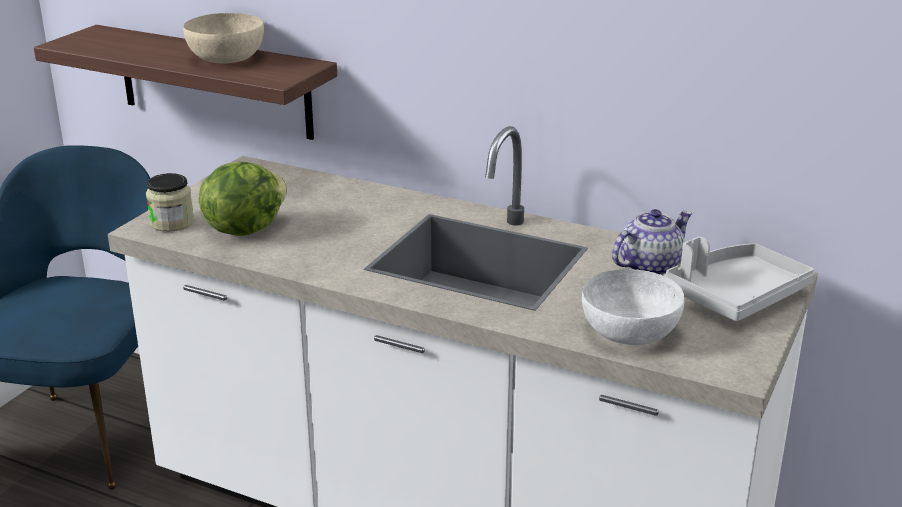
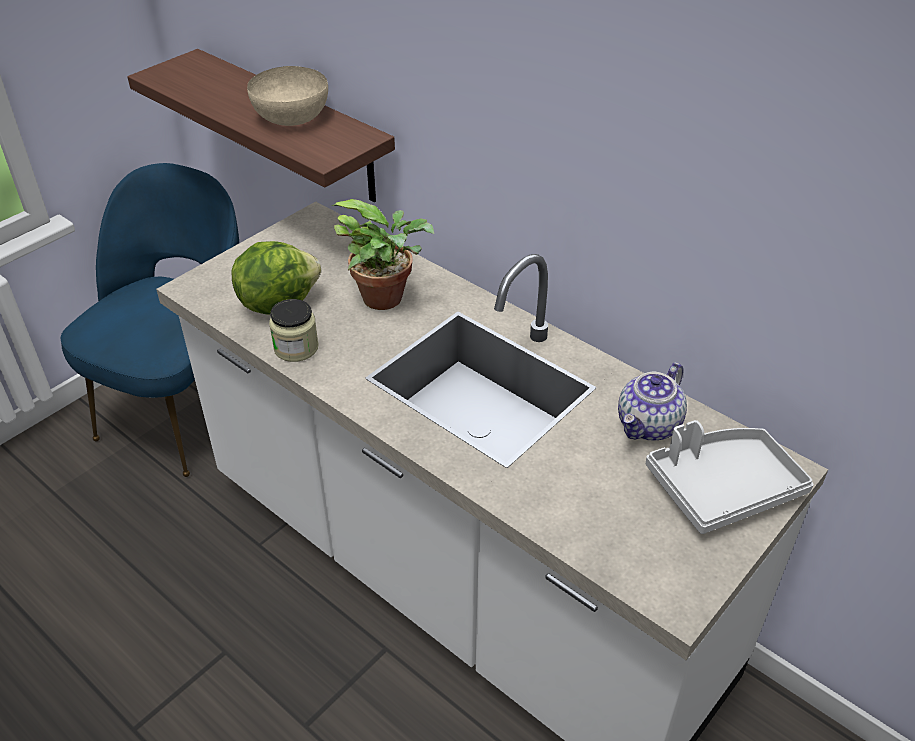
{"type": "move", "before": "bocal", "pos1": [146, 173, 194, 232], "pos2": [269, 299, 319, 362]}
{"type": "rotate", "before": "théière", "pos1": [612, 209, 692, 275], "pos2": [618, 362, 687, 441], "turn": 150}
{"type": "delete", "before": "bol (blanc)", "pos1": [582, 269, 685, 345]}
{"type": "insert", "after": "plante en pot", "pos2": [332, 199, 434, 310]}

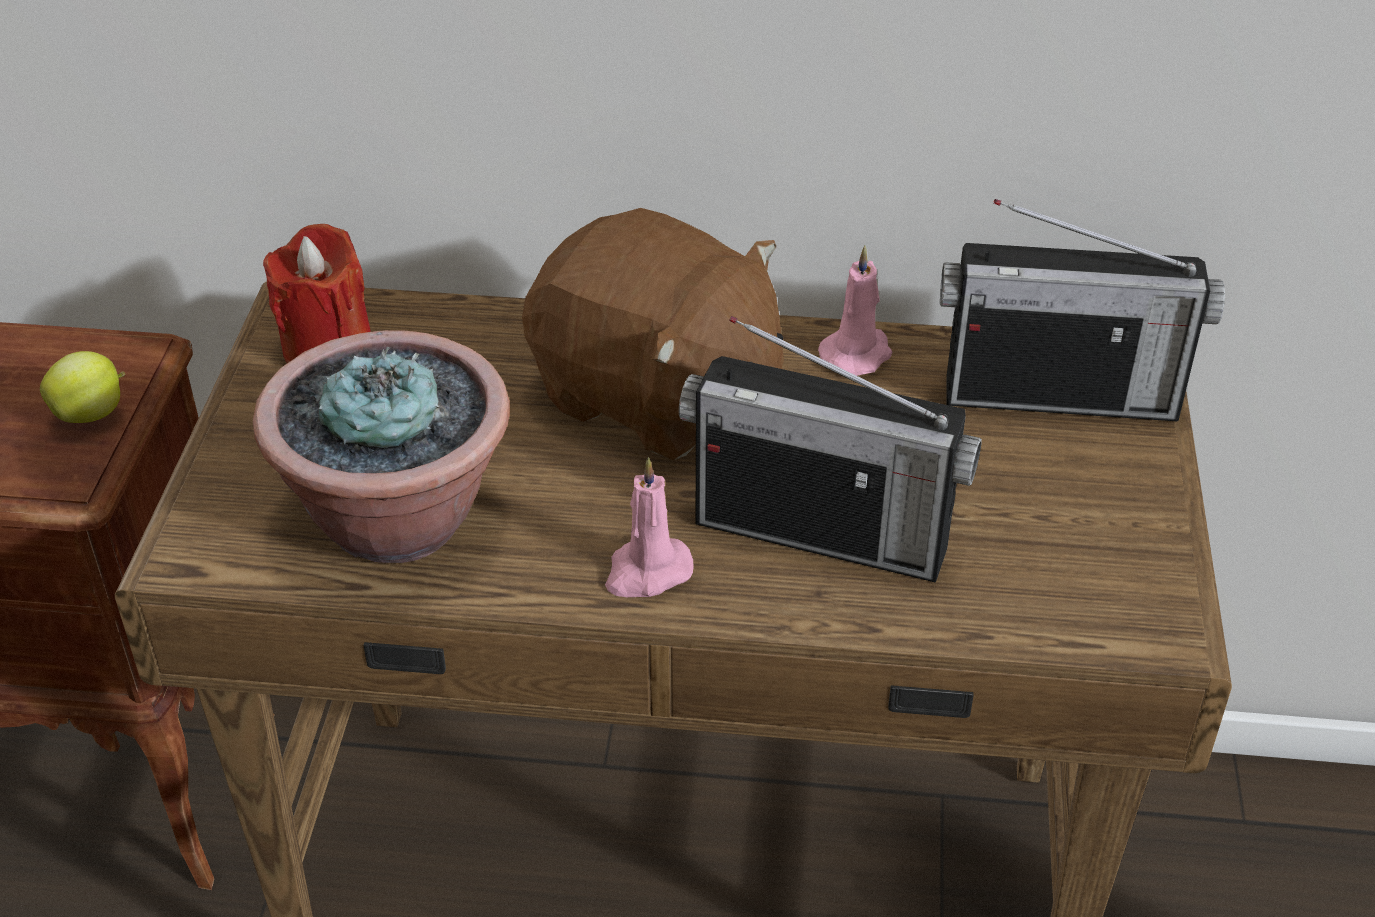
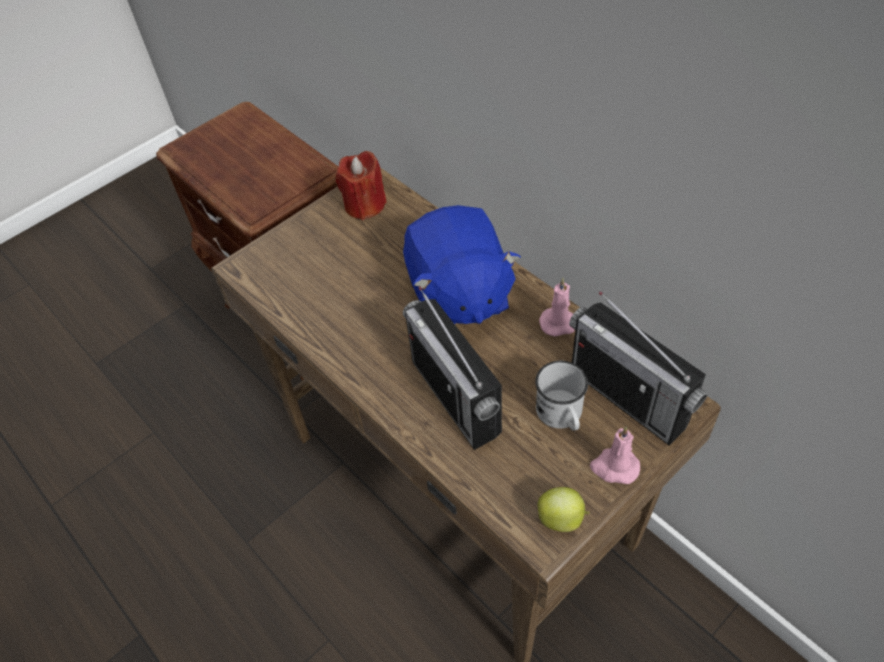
{"type": "recolor", "before": "peluche (marron)", "after": "peluche (bleu)", "pos1": [522, 208, 784, 460], "pos2": [403, 205, 521, 324]}
{"type": "delete", "before": "plante en pot", "pos1": [253, 330, 510, 563]}
{"type": "move", "before": "pomme", "pos1": [40, 351, 125, 423], "pos2": [537, 487, 590, 532]}
{"type": "move", "before": "bougie (rose)", "pos1": [605, 457, 693, 597], "pos2": [590, 426, 640, 484]}
{"type": "insert", "after": "mug (blanc)", "pos2": [535, 361, 588, 431]}

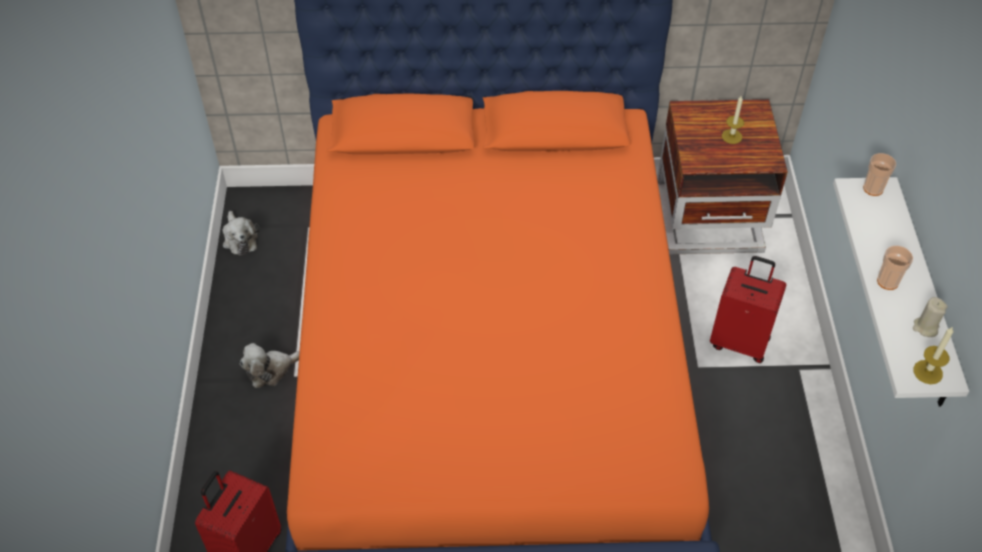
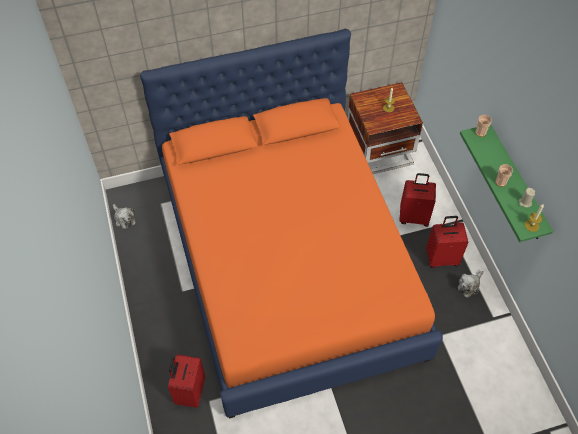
{"type": "recolor", "before": "étagère (blanc)", "after": "étagère (vert)", "pos1": [833, 177, 969, 407], "pos2": [460, 125, 553, 242]}
{"type": "move", "before": "peluche", "pos1": [240, 343, 299, 388], "pos2": [458, 271, 484, 298]}
{"type": "insert", "after": "valise (rouge)", "pos2": [426, 216, 468, 268]}

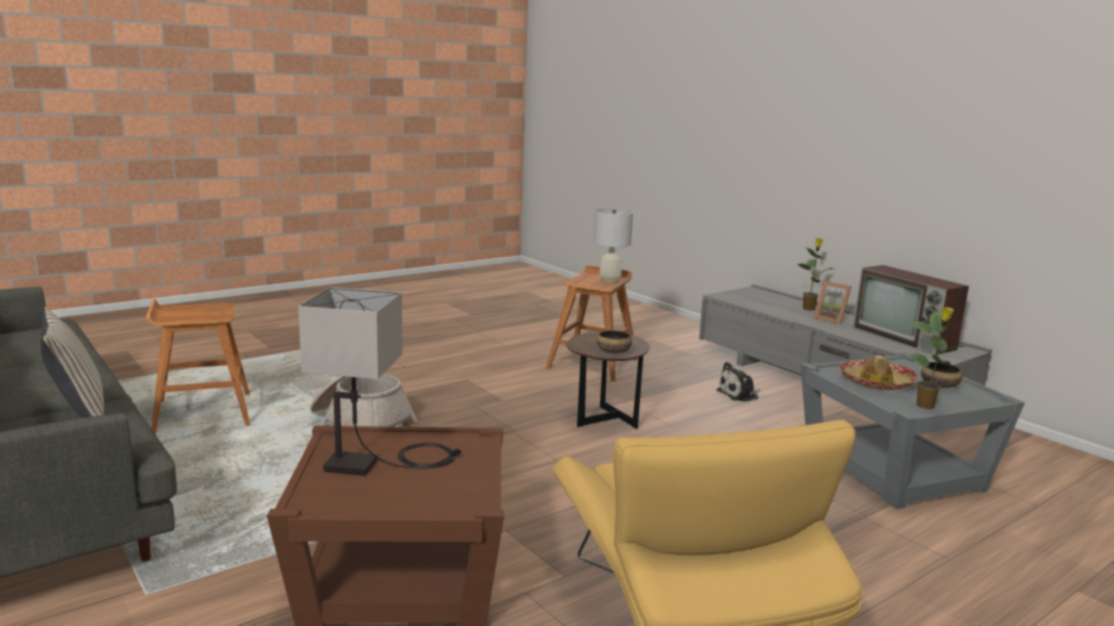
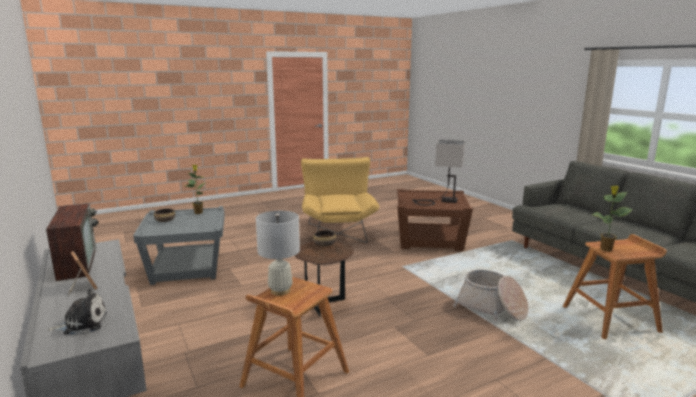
{"type": "move", "before": "plante en pot", "pos1": [796, 238, 833, 310], "pos2": [591, 185, 632, 251]}
{"type": "delete", "before": "coussin (beige)", "pos1": [41, 307, 104, 418]}
{"type": "delete", "before": "chapeau", "pos1": [839, 355, 918, 390]}
{"type": "move", "before": "peluche", "pos1": [716, 362, 760, 402], "pos2": [47, 289, 107, 335]}

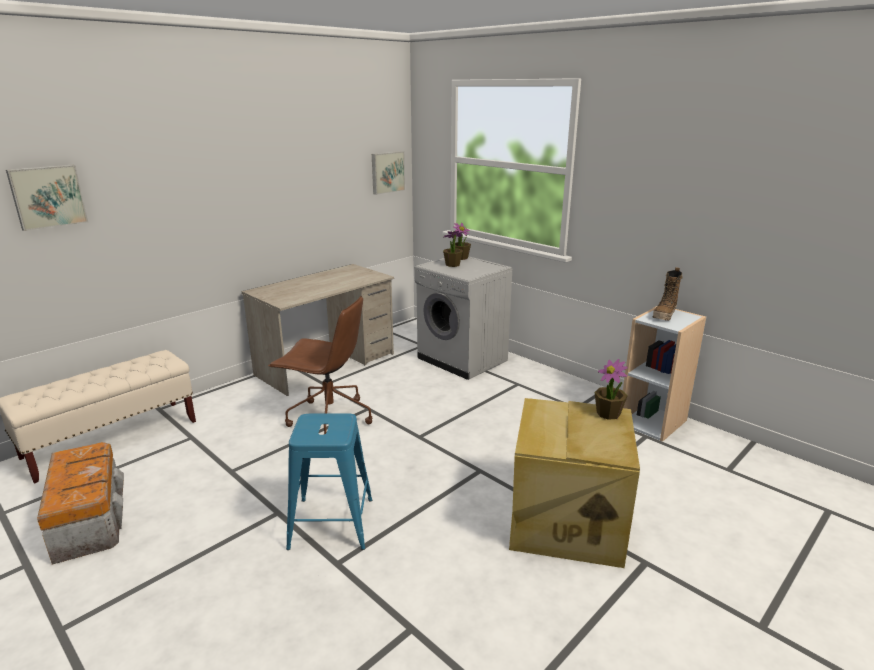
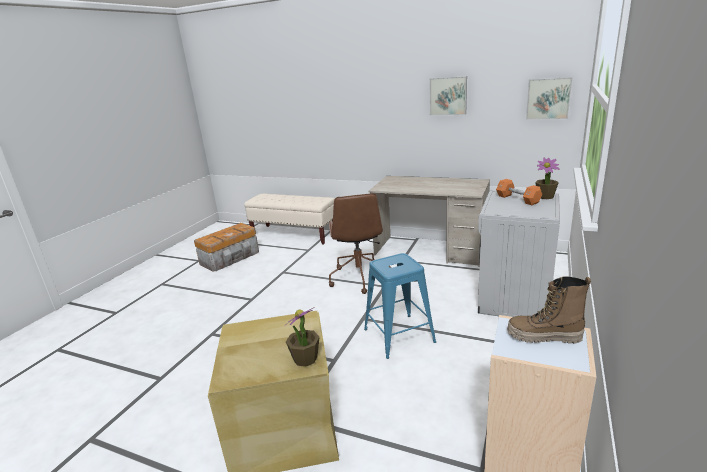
{"type": "move", "before": "tableau", "pos1": [6, 165, 88, 231], "pos2": [430, 76, 467, 115]}
{"type": "replace", "before": "plante en pot", "after": "haltère (orange)", "pos1": [443, 231, 463, 267], "pos2": [496, 179, 542, 205]}
{"type": "move", "before": "tabouret (bleu)", "pos1": [286, 413, 372, 550], "pos2": [364, 253, 436, 359]}

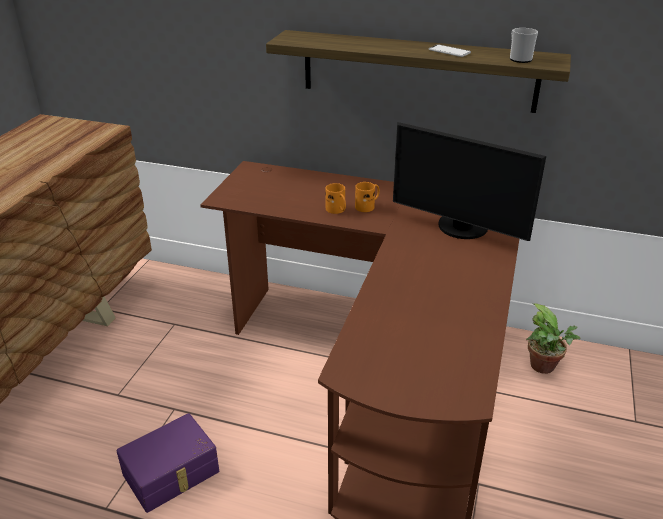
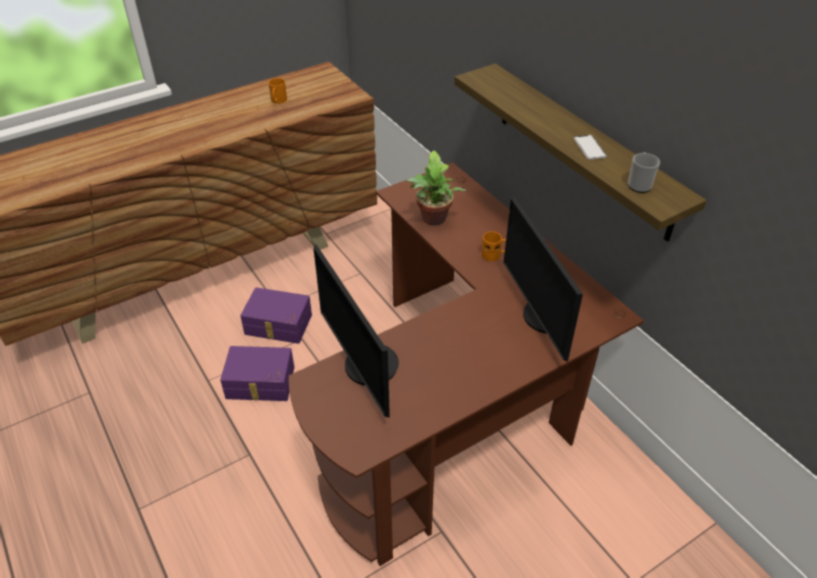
{"type": "move", "before": "mug (orange)", "pos1": [326, 183, 346, 214], "pos2": [269, 78, 287, 104]}
{"type": "move", "before": "plante en pot", "pos1": [526, 303, 580, 374], "pos2": [406, 151, 466, 226]}
{"type": "insert", "after": "écran d'ordinateur", "pos2": [313, 244, 399, 418]}
{"type": "insert", "after": "boîte de rangement (violet)", "pos2": [240, 287, 312, 344]}

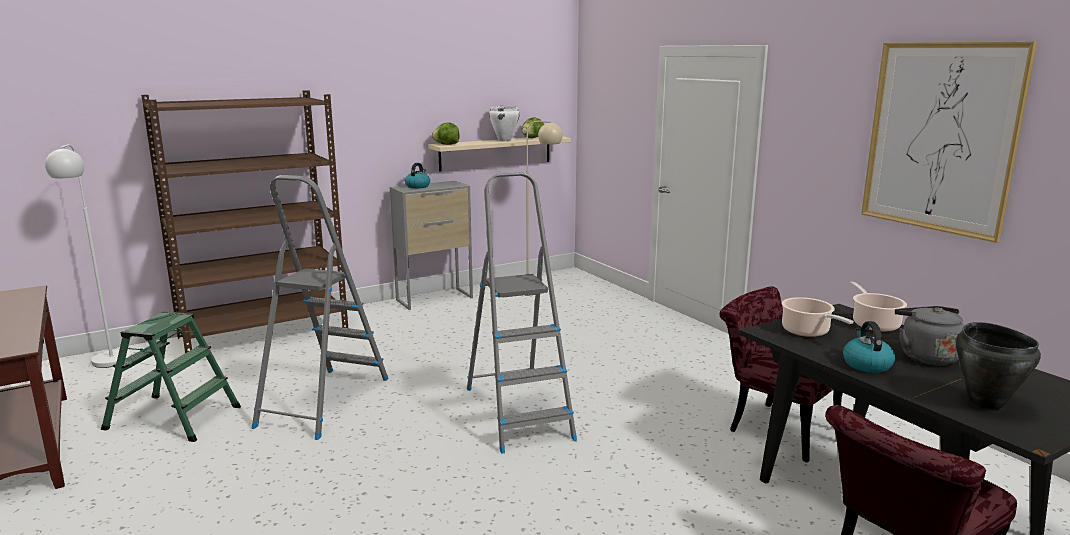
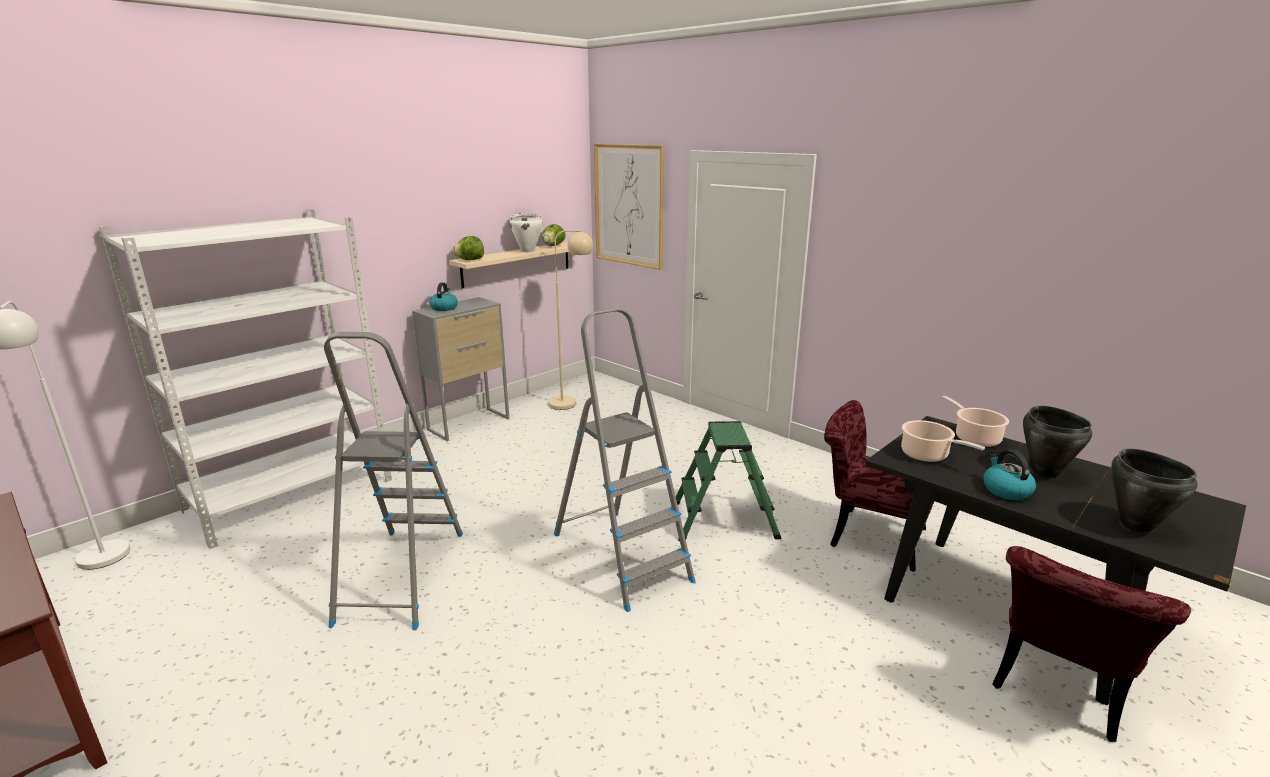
{"type": "move", "before": "tableau", "pos1": [861, 41, 1037, 243], "pos2": [594, 144, 664, 270]}
{"type": "recolor", "before": "bibliothèque (marron)", "after": "bibliothèque (blanc)", "pos1": [141, 90, 348, 353], "pos2": [99, 209, 392, 549]}
{"type": "replace", "before": "bouilloire (gris)", "after": "marmite (noir)", "pos1": [895, 306, 964, 365], "pos2": [1023, 406, 1092, 478]}
{"type": "move", "before": "escabeau (vert)", "pos1": [101, 311, 241, 442], "pos2": [676, 421, 782, 541]}

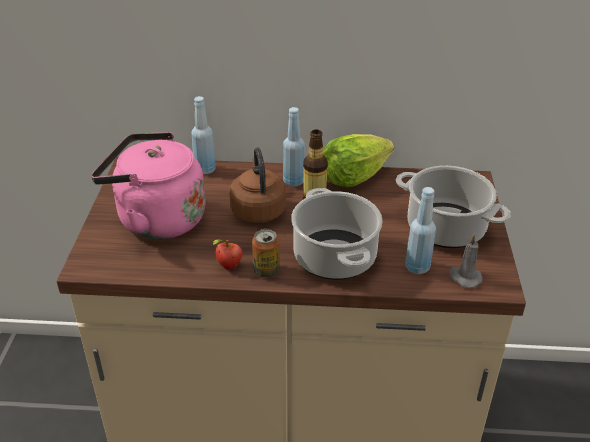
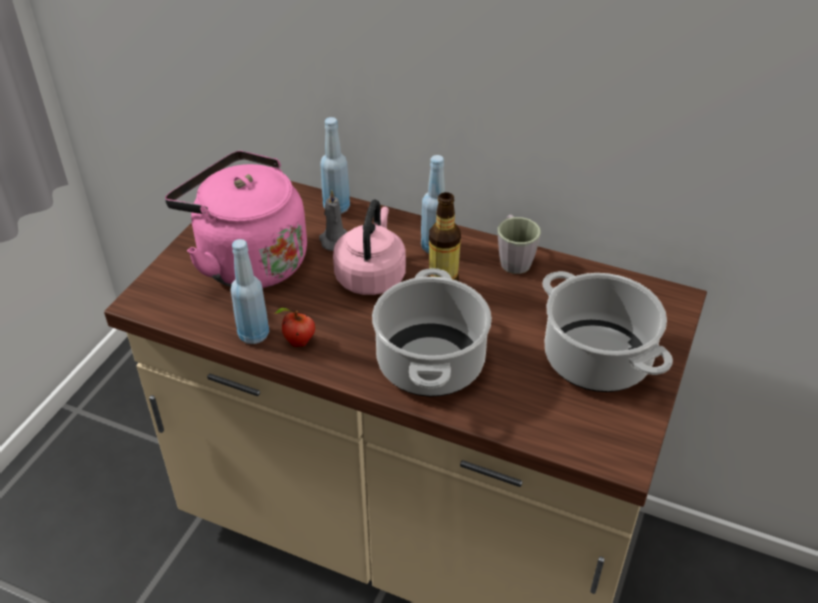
{"type": "replace", "before": "laitue", "after": "mug (gris)", "pos1": [323, 134, 394, 188], "pos2": [498, 215, 541, 274]}
{"type": "recolor", "before": "bouilloire (marron)", "after": "bouilloire (rose)", "pos1": [229, 147, 286, 223], "pos2": [333, 200, 406, 295]}
{"type": "move", "before": "bouteille (bleu)", "pos1": [405, 187, 436, 274], "pos2": [231, 239, 269, 344]}
{"type": "delete", "before": "boîte métallique", "pos1": [252, 229, 280, 278]}
{"type": "move", "before": "bougie (gris)", "pos1": [449, 233, 482, 288], "pos2": [319, 190, 347, 251]}

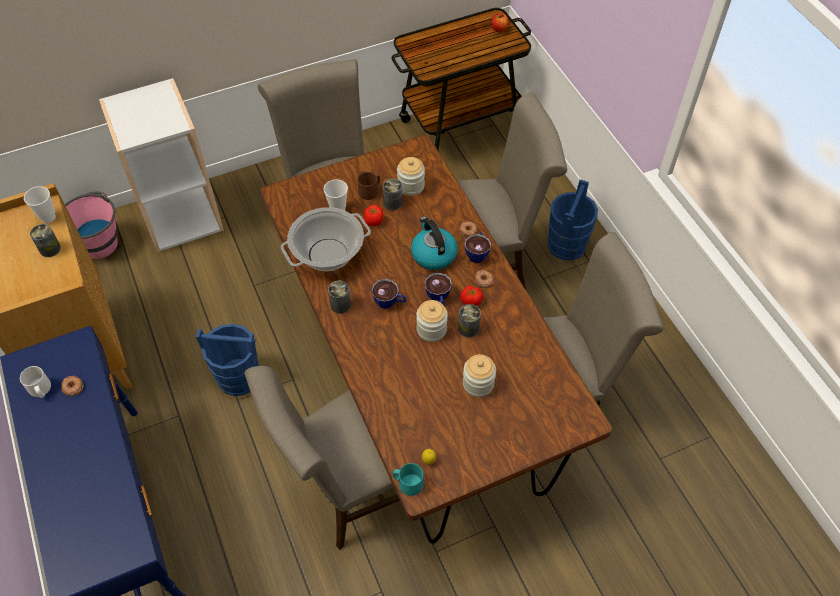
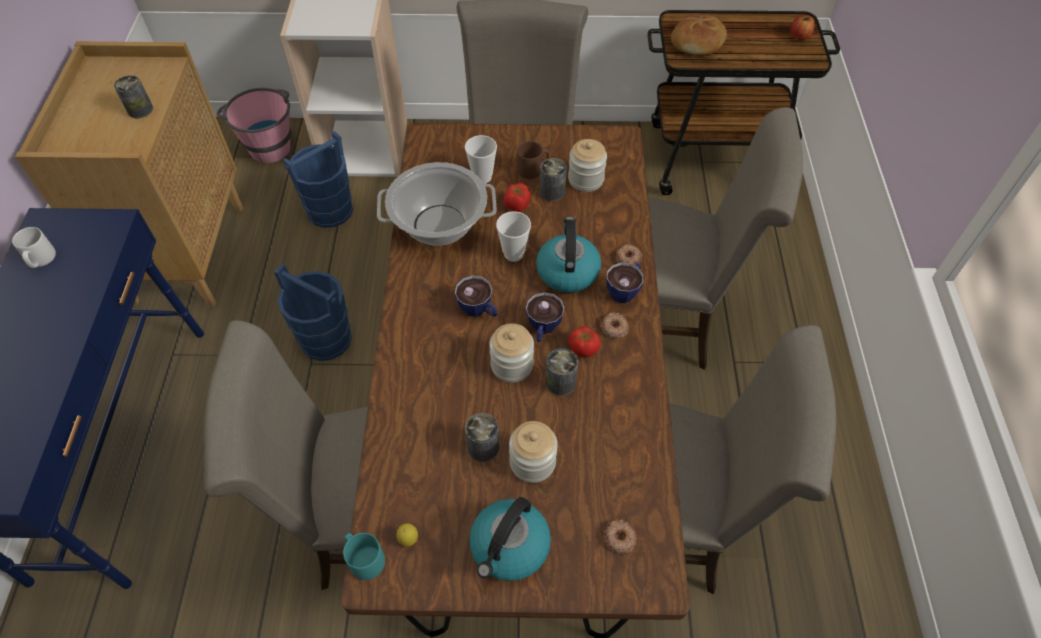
{"type": "move", "before": "seau (bleu)", "pos1": [547, 179, 598, 260], "pos2": [283, 131, 353, 228]}
{"type": "move", "before": "tasse", "pos1": [24, 186, 56, 223], "pos2": [496, 211, 531, 262]}
{"type": "move", "before": "boîte métallique", "pos1": [328, 280, 351, 314], "pos2": [465, 413, 499, 462]}
{"type": "move", "before": "beignet", "pos1": [61, 376, 84, 396], "pos2": [603, 519, 637, 555]}
{"type": "insert", "after": "pain", "pos2": [671, 14, 727, 56]}
{"type": "insert", "after": "bouilloire", "pos2": [469, 497, 551, 581]}

